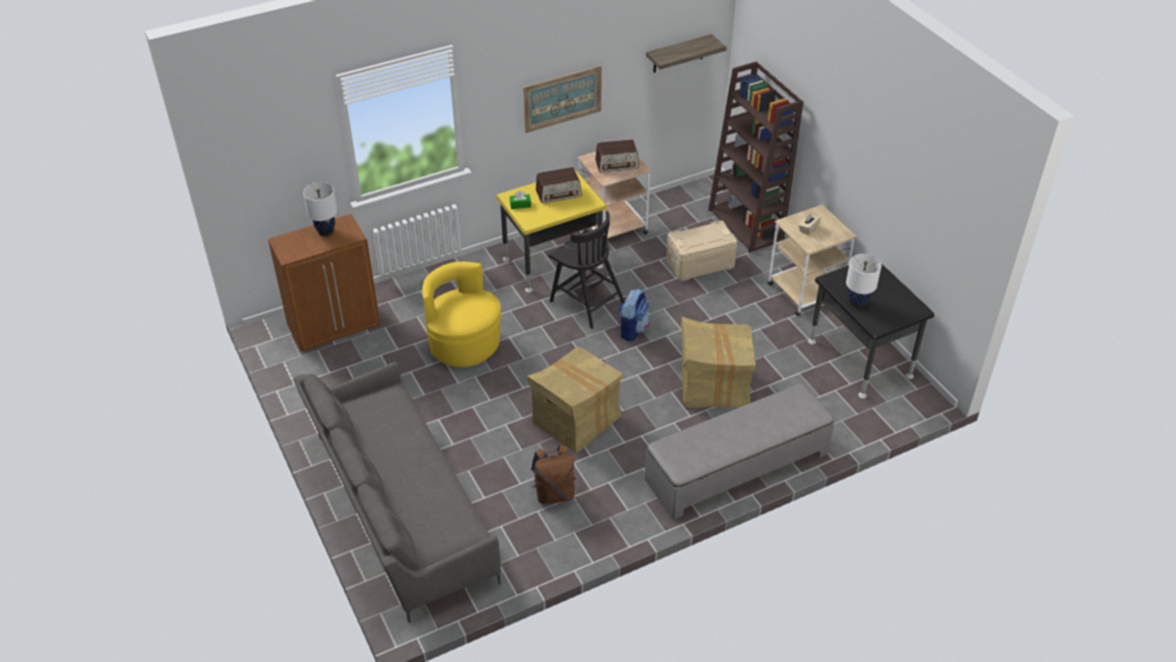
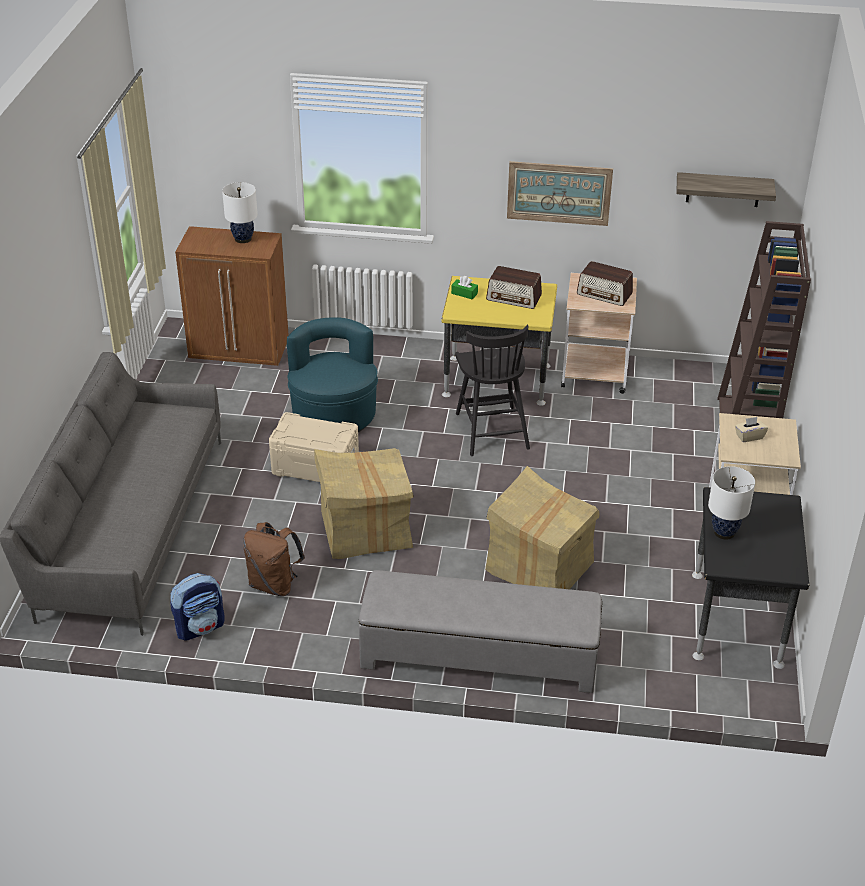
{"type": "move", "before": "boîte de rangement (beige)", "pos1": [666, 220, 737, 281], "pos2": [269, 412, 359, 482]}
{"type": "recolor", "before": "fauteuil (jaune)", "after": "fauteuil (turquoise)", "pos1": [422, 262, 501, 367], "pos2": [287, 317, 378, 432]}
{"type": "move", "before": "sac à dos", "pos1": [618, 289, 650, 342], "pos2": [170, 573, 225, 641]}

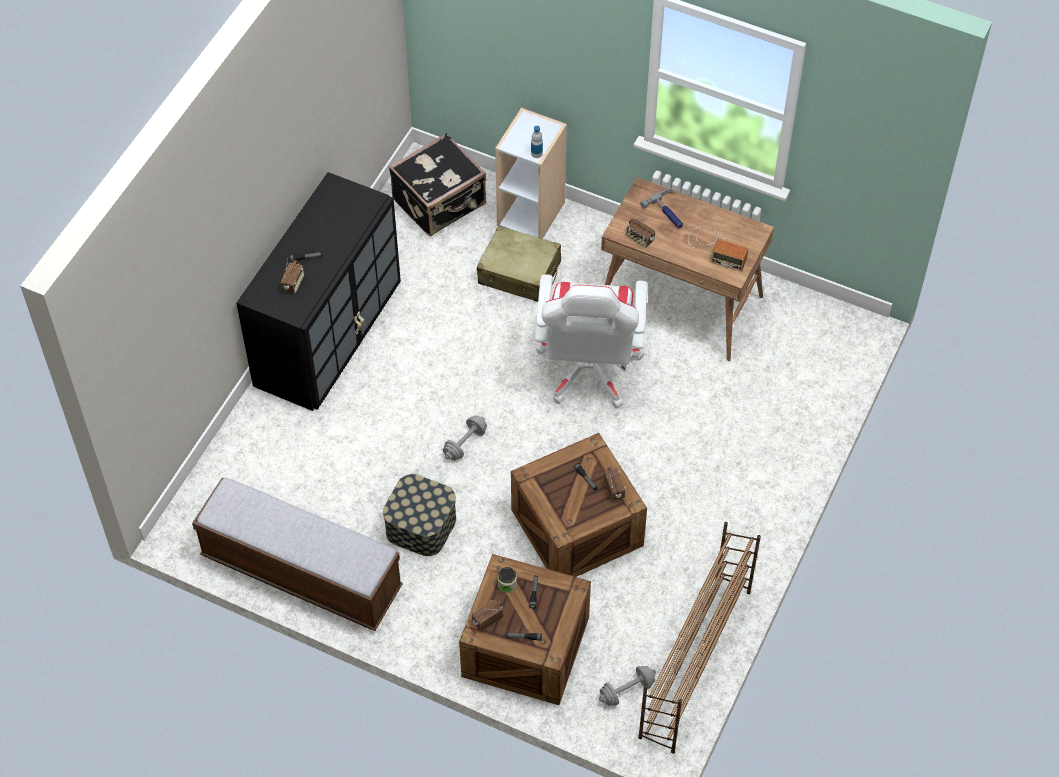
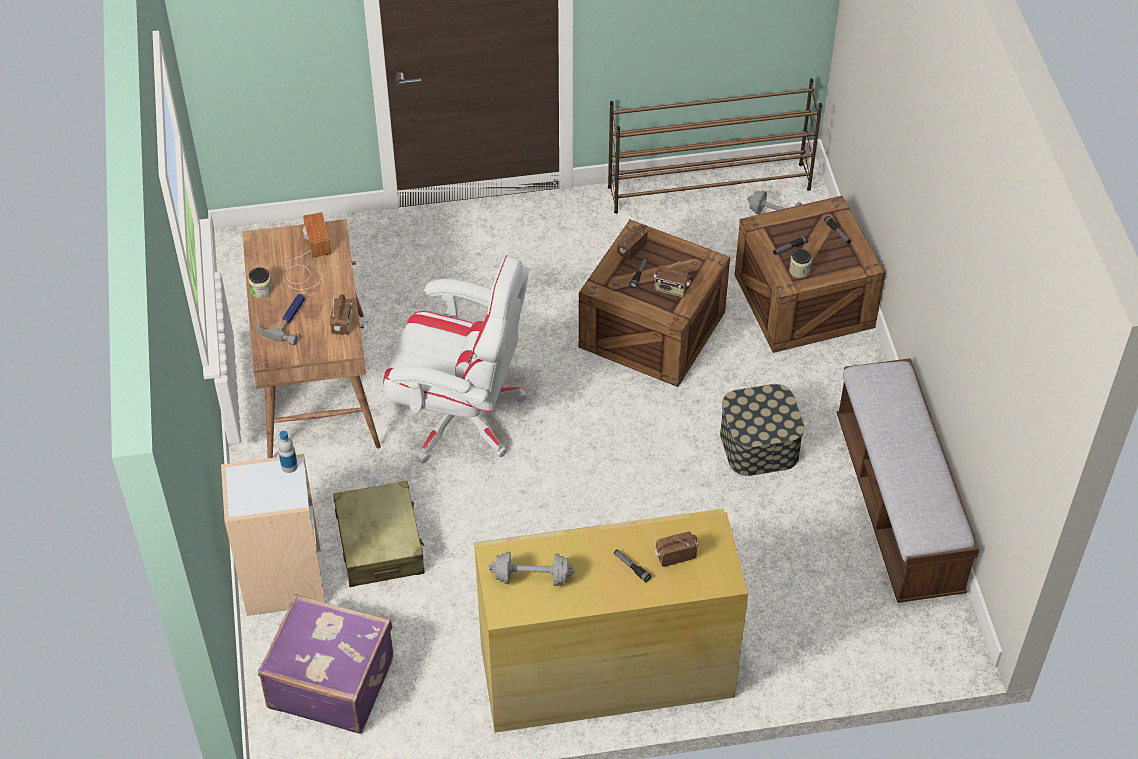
{"type": "recolor", "before": "valise (noir)", "after": "valise (violet)", "pos1": [389, 133, 486, 236], "pos2": [258, 594, 393, 734]}
{"type": "recolor", "before": "meuble de rangement (noir)", "after": "meuble de rangement (jaune)", "pos1": [236, 172, 401, 411], "pos2": [474, 509, 748, 733]}
{"type": "rotate", "before": "chaise de bureau (blanc)", "pos1": [535, 274, 648, 408], "pos2": [383, 255, 529, 463], "turn": 45}
{"type": "move", "before": "haltère (gris)", "pos1": [443, 415, 487, 461], "pos2": [489, 552, 575, 586]}
{"type": "move", "before": "radio", "pos1": [472, 599, 503, 631], "pos2": [654, 261, 691, 297]}
{"type": "insert", "after": "bocal", "pos2": [248, 267, 273, 298]}

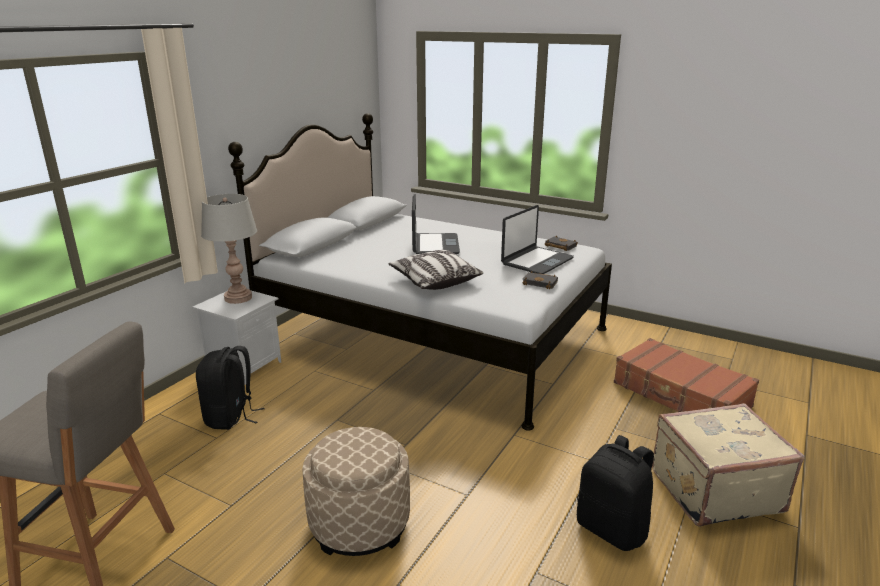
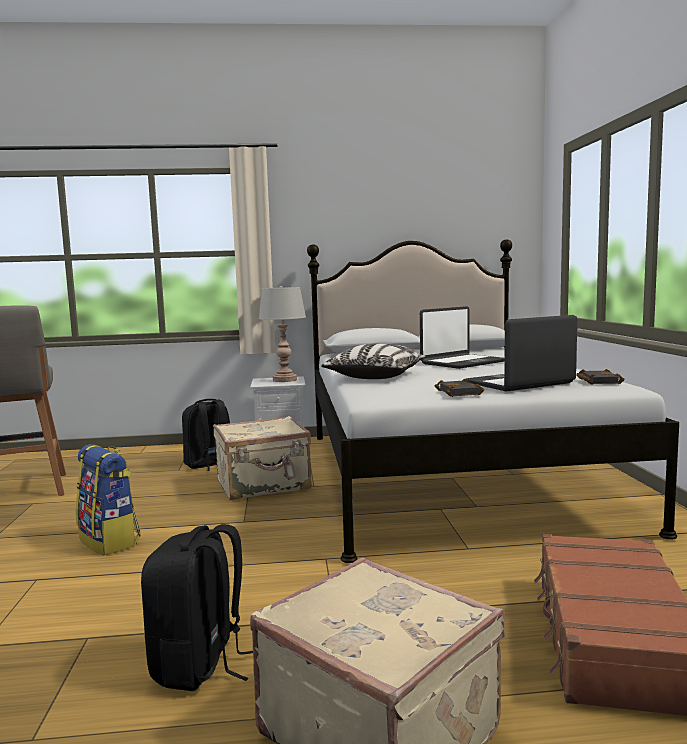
{"type": "rotate", "before": "ordinateur portable", "pos1": [501, 205, 574, 274], "pos2": [466, 315, 577, 392], "turn": 150}
{"type": "replace", "before": "pouf (beige)", "after": "sac à dos", "pos1": [302, 427, 410, 556], "pos2": [76, 444, 141, 556]}
{"type": "insert", "after": "valise (beige)", "pos2": [213, 416, 311, 500]}

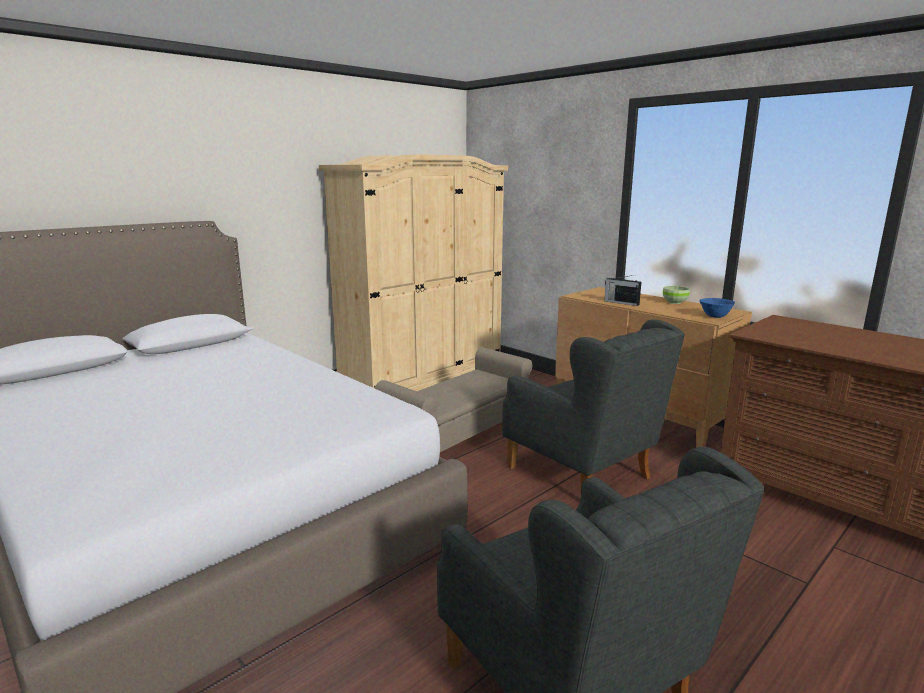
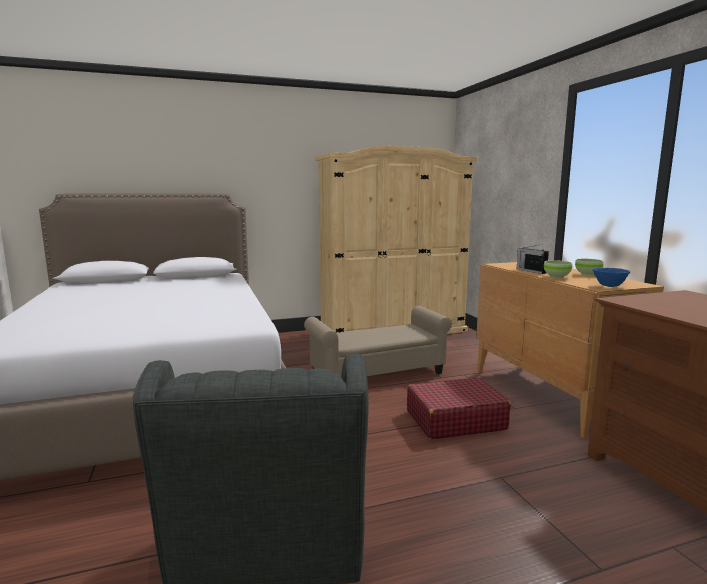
{"type": "replace", "before": "fauteuil (gris)", "after": "valise (rouge)", "pos1": [502, 320, 684, 486], "pos2": [407, 377, 511, 439]}
{"type": "insert", "after": "bol (vert)", "pos2": [544, 260, 572, 278]}

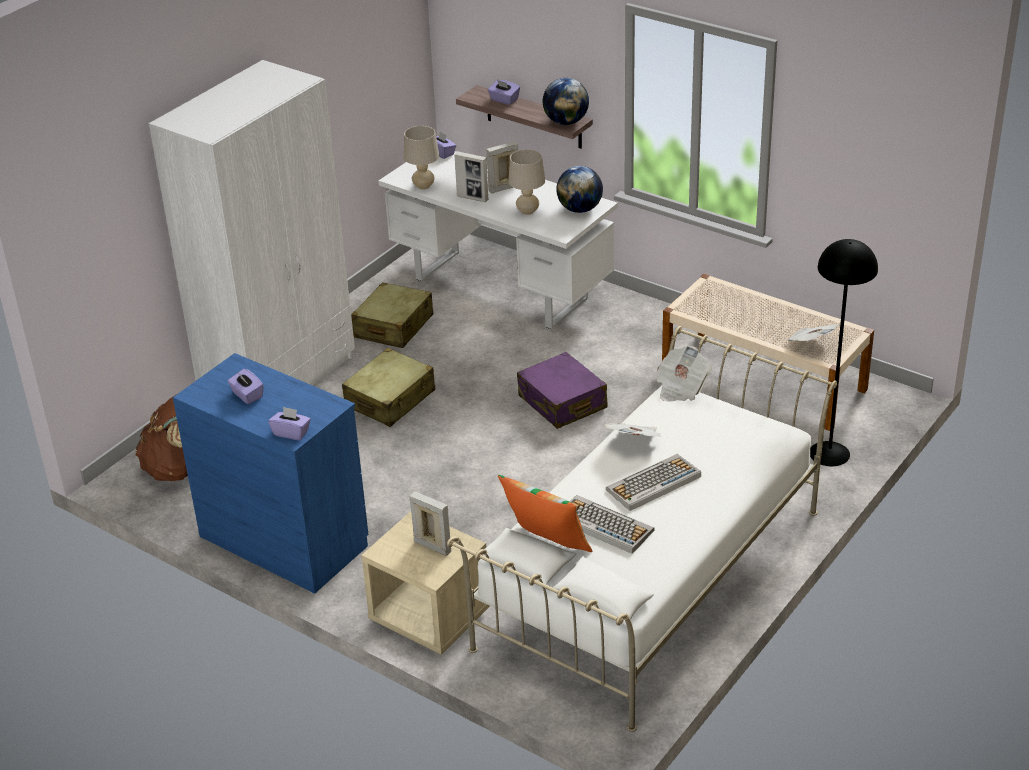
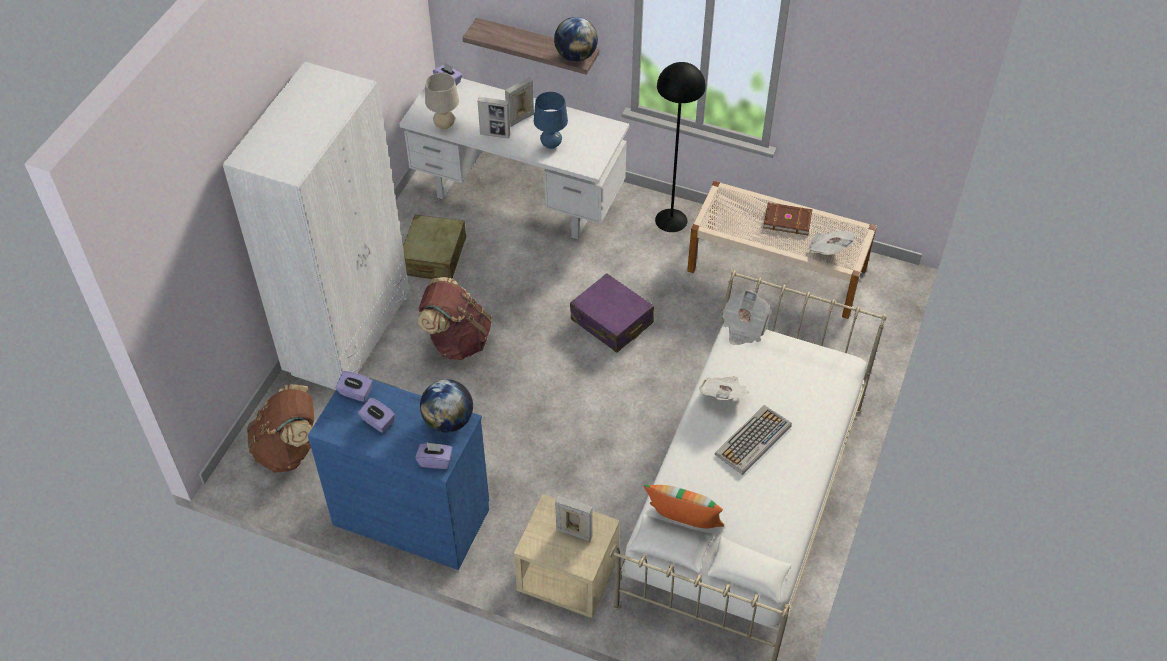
{"type": "move", "before": "boîte à mouchoirs (violet)", "pos1": [488, 80, 520, 105], "pos2": [336, 371, 373, 402]}
{"type": "recolor", "before": "lampe de table (beige)", "after": "lampe de table (bleu)", "pos1": [508, 149, 545, 215], "pos2": [534, 92, 568, 149]}
{"type": "move", "before": "globe", "pos1": [556, 166, 603, 213], "pos2": [420, 379, 473, 433]}
{"type": "move", "before": "lampadaire (noir)", "pos1": [810, 239, 878, 466], "pos2": [655, 62, 706, 232]}
{"type": "replace", "before": "valise (beige)", "after": "sac à dos (marron)", "pos1": [342, 348, 435, 427], "pos2": [418, 277, 492, 360]}
{"type": "delete", "before": "clavier", "pos1": [569, 495, 655, 554]}
{"type": "insert", "after": "livre (marron)", "pos2": [763, 202, 813, 235]}

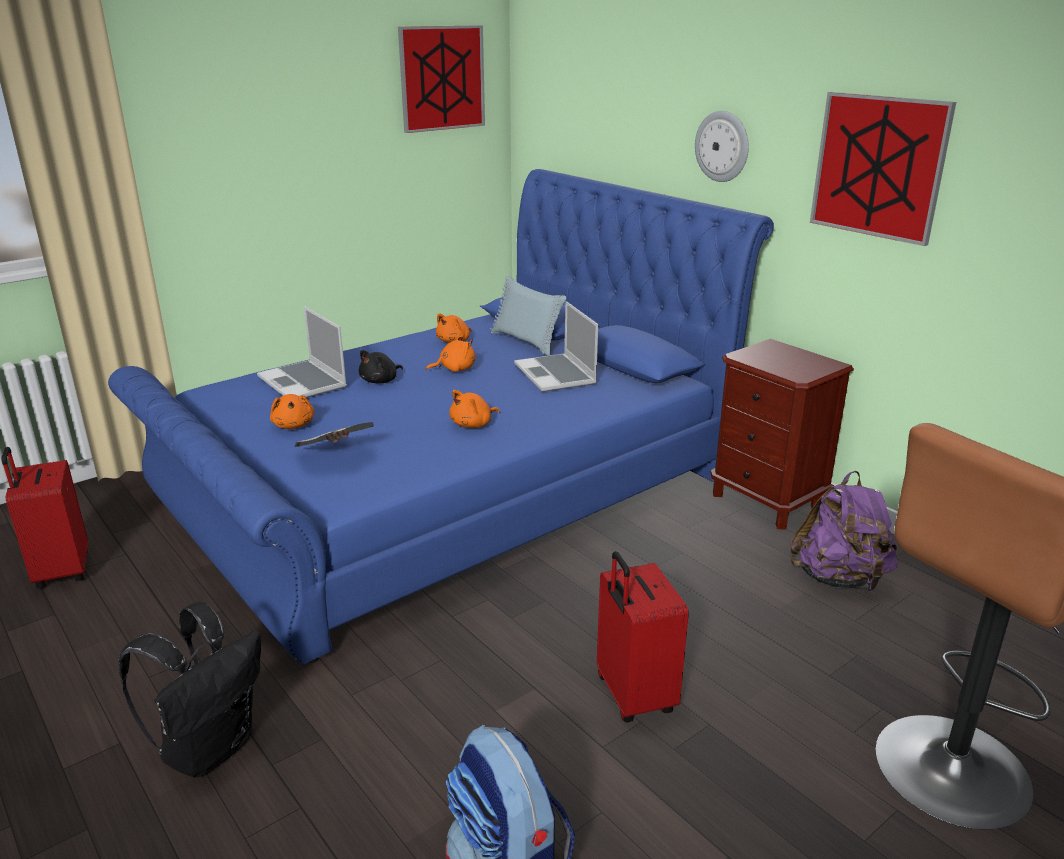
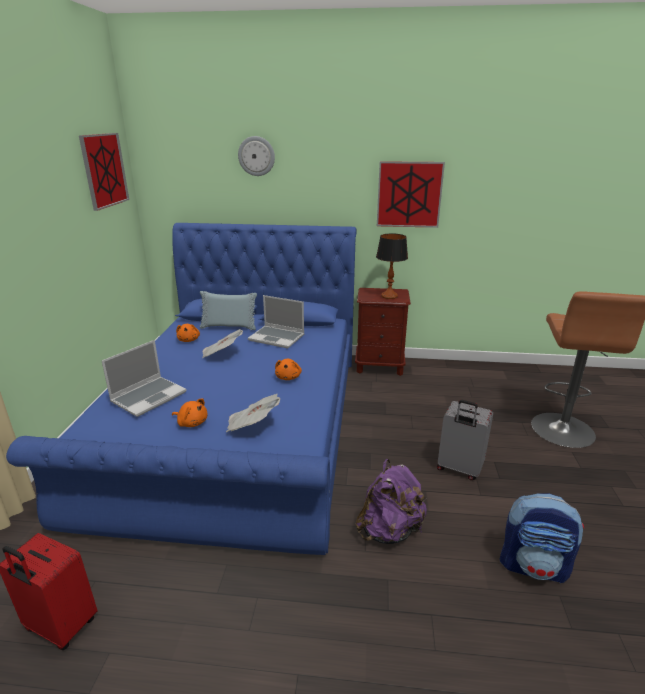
{"type": "move", "before": "horloge murale", "pos1": [695, 111, 749, 182], "pos2": [238, 136, 275, 176]}
{"type": "rotate", "before": "ordinateur portable", "pos1": [257, 306, 347, 398], "pos2": [102, 340, 187, 417], "turn": -60}
{"type": "replace", "before": "peluche (orange)", "after": "journal", "pos1": [426, 335, 475, 372], "pos2": [202, 329, 243, 358]}
{"type": "delete", "before": "peluche (noir)", "pos1": [359, 350, 403, 383]}
{"type": "move", "before": "sac à dos (violet)", "pos1": [790, 471, 898, 592], "pos2": [355, 459, 427, 544]}
{"type": "recolor", "before": "valise (rouge)", "after": "valise (gris)", "pos1": [597, 551, 689, 722], "pos2": [437, 400, 493, 480]}
{"type": "delete", "before": "sac à dos (noir)", "pos1": [118, 601, 261, 777]}
{"type": "insert", "after": "lampe de table", "pos2": [376, 234, 408, 299]}

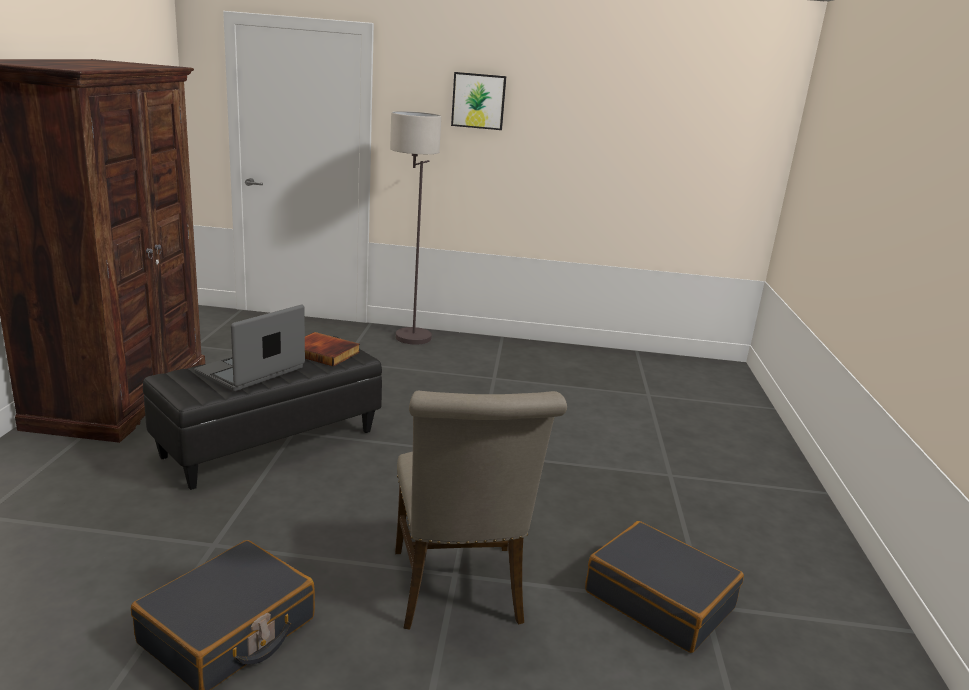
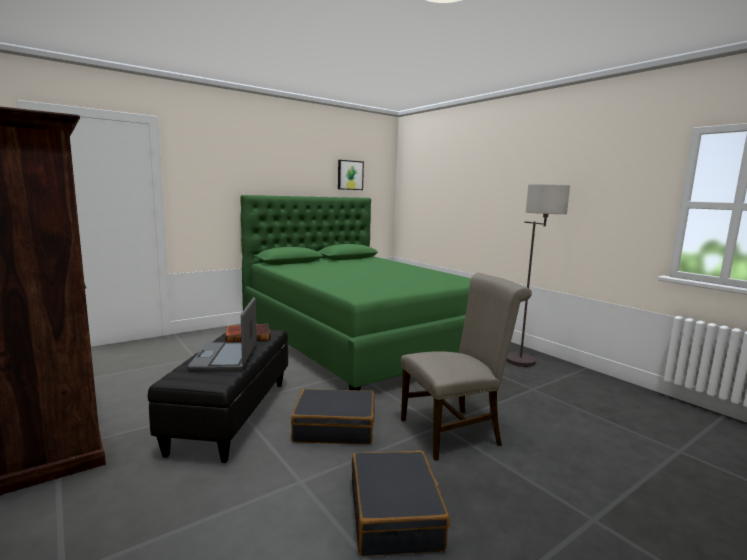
{"type": "move", "before": "tableau", "pos1": [451, 72, 506, 130], "pos2": [338, 160, 364, 190]}
{"type": "move", "before": "lampadaire (gris)", "pos1": [390, 111, 441, 345], "pos2": [506, 184, 570, 367]}
{"type": "rotate", "before": "chaise (beige)", "pos1": [395, 391, 567, 630], "pos2": [401, 273, 532, 461], "turn": -60}
{"type": "move", "before": "valise (noir)", "pos1": [585, 521, 744, 653], "pos2": [291, 389, 374, 444]}
{"type": "insert", "after": "lit (vert)", "pos2": [240, 195, 471, 390]}

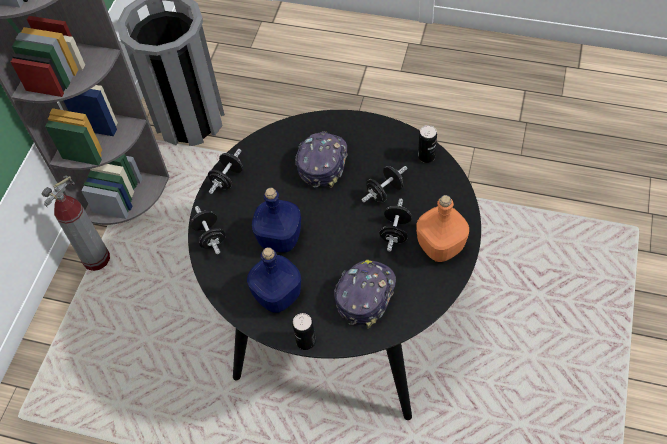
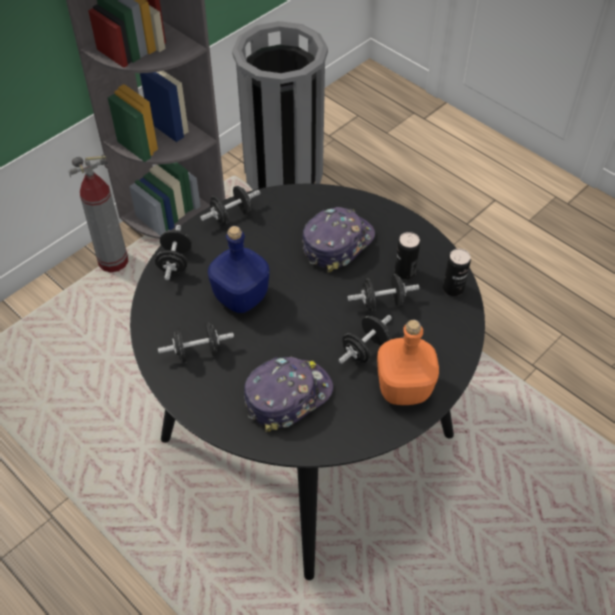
{"type": "replace", "before": "bouteille (bleu)", "after": "haltère (noir)", "pos1": [247, 247, 301, 313], "pos2": [158, 322, 234, 363]}
{"type": "move", "before": "boîte métallique", "pos1": [292, 313, 316, 350], "pos2": [395, 232, 420, 280]}

